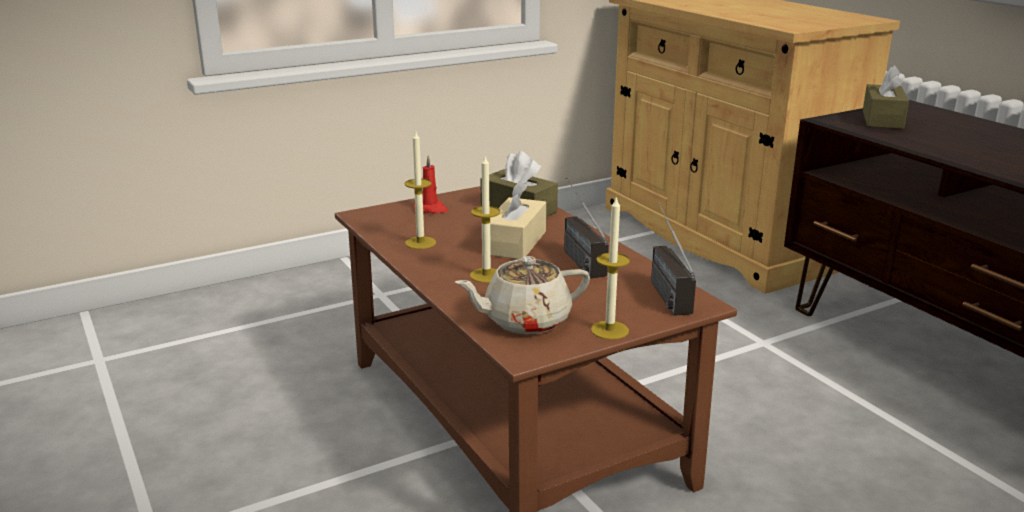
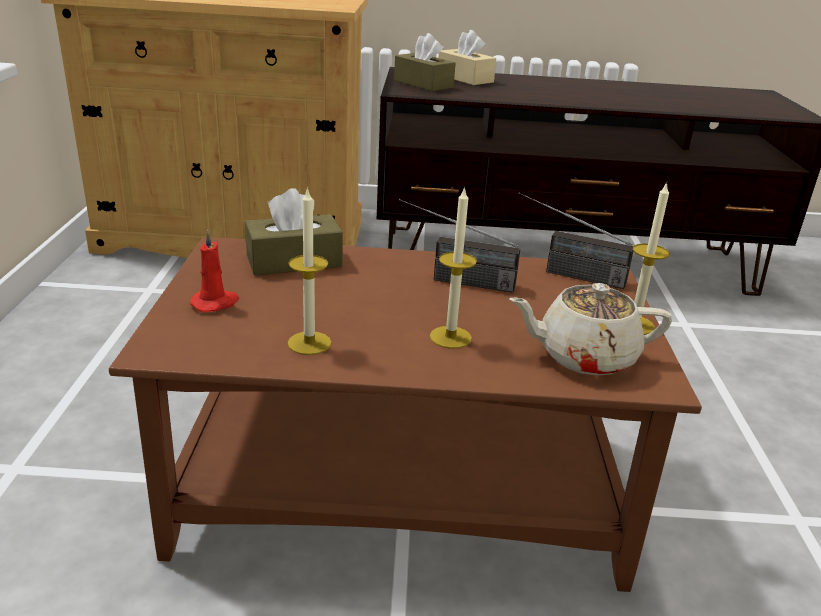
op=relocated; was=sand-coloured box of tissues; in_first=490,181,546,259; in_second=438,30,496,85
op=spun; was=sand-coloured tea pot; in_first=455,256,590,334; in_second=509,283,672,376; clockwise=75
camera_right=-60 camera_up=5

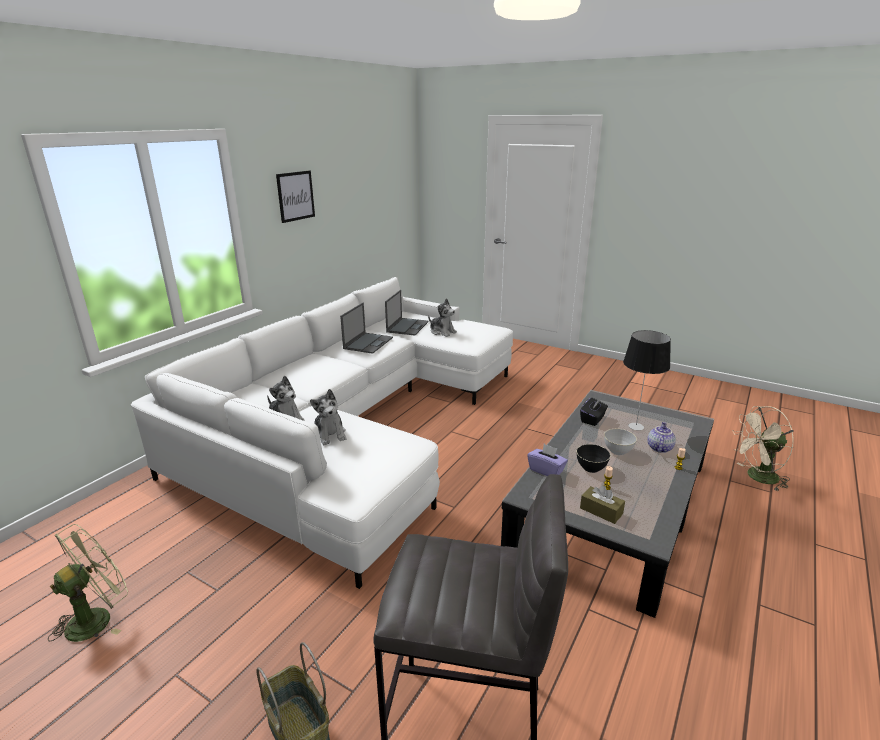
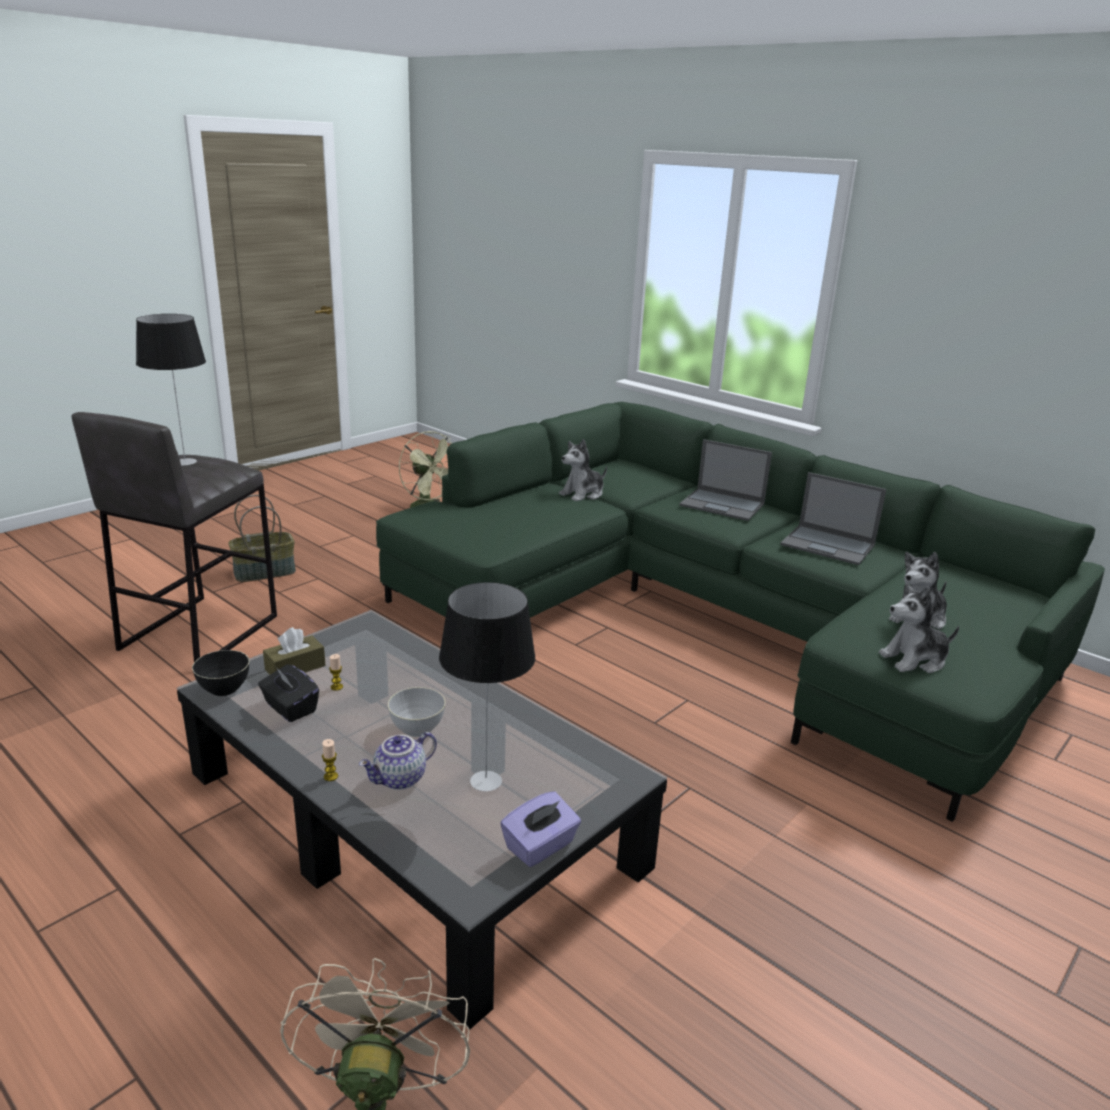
op=missing; was=picture; in_first=276,171,315,223
op=appeared; now=table lamp; in_second=136,314,206,466
op=relocated; was=soft toy; in_first=310,389,346,445; in_second=879,583,959,673
op=relocated; was=laptop; in_first=385,290,429,336; in_second=679,439,772,521
op=relocated; was=purple box of tissues; in_first=527,444,568,476; in_second=500,791,581,867
op=relocated; was=black deep dish; in_first=576,444,610,473; in_second=192,650,249,696
op=relocated; was=black box of tissues; in_first=580,398,608,426; in_second=258,664,319,722
op=colour; was=white-coloured couch; now=green-coloured couch; in_first=131,277,513,589; in_second=376,402,1105,822
op=spun; was=tea pot; in_first=647,422,676,453; in_second=359,732,437,790; clockwise=105
camera_right=100 camera_up=0

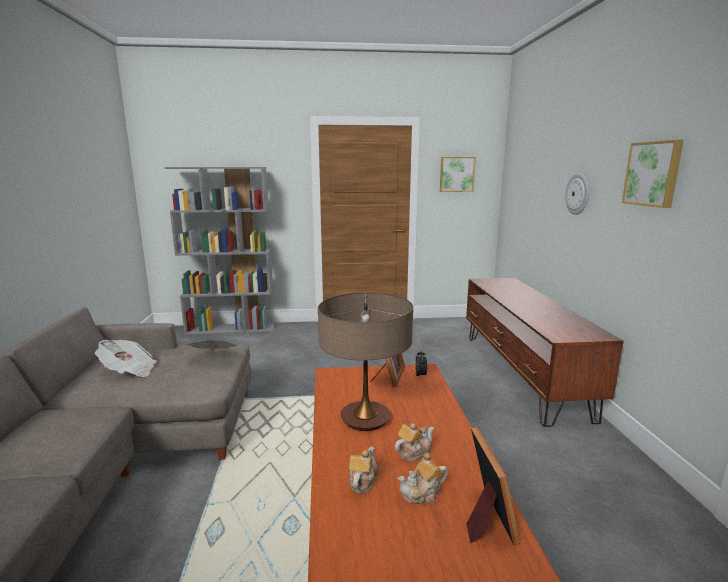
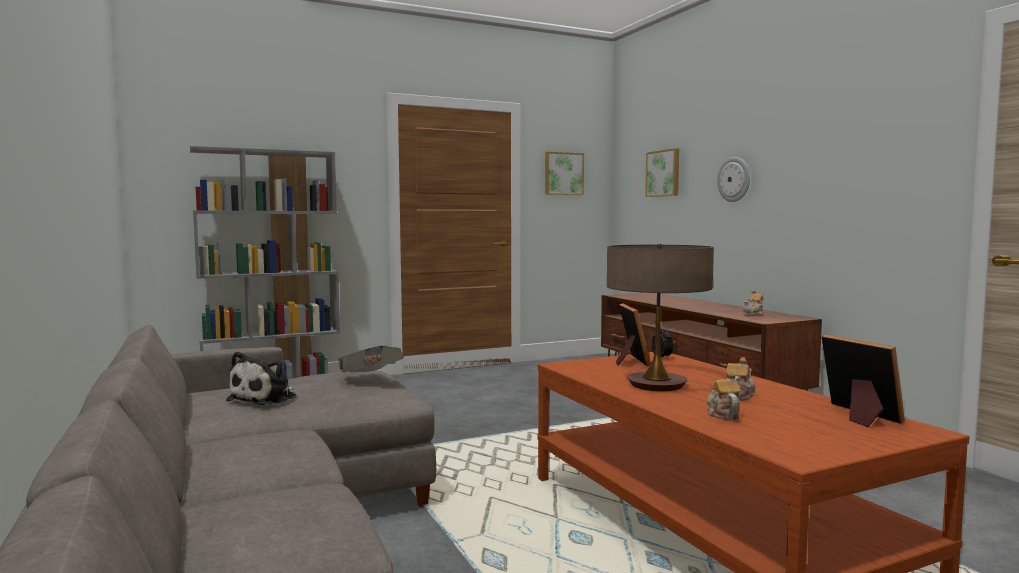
op=relocated; was=tea pot; in_first=398,453,448,504; in_second=743,290,764,316
op=relocated; was=picture; in_first=622,140,684,208; in_second=645,148,679,197
op=exchanged; was=printed paper; now=soft toy; in_first=95,340,157,377; in_second=226,351,297,405
camera_right=-20 camera_up=-10

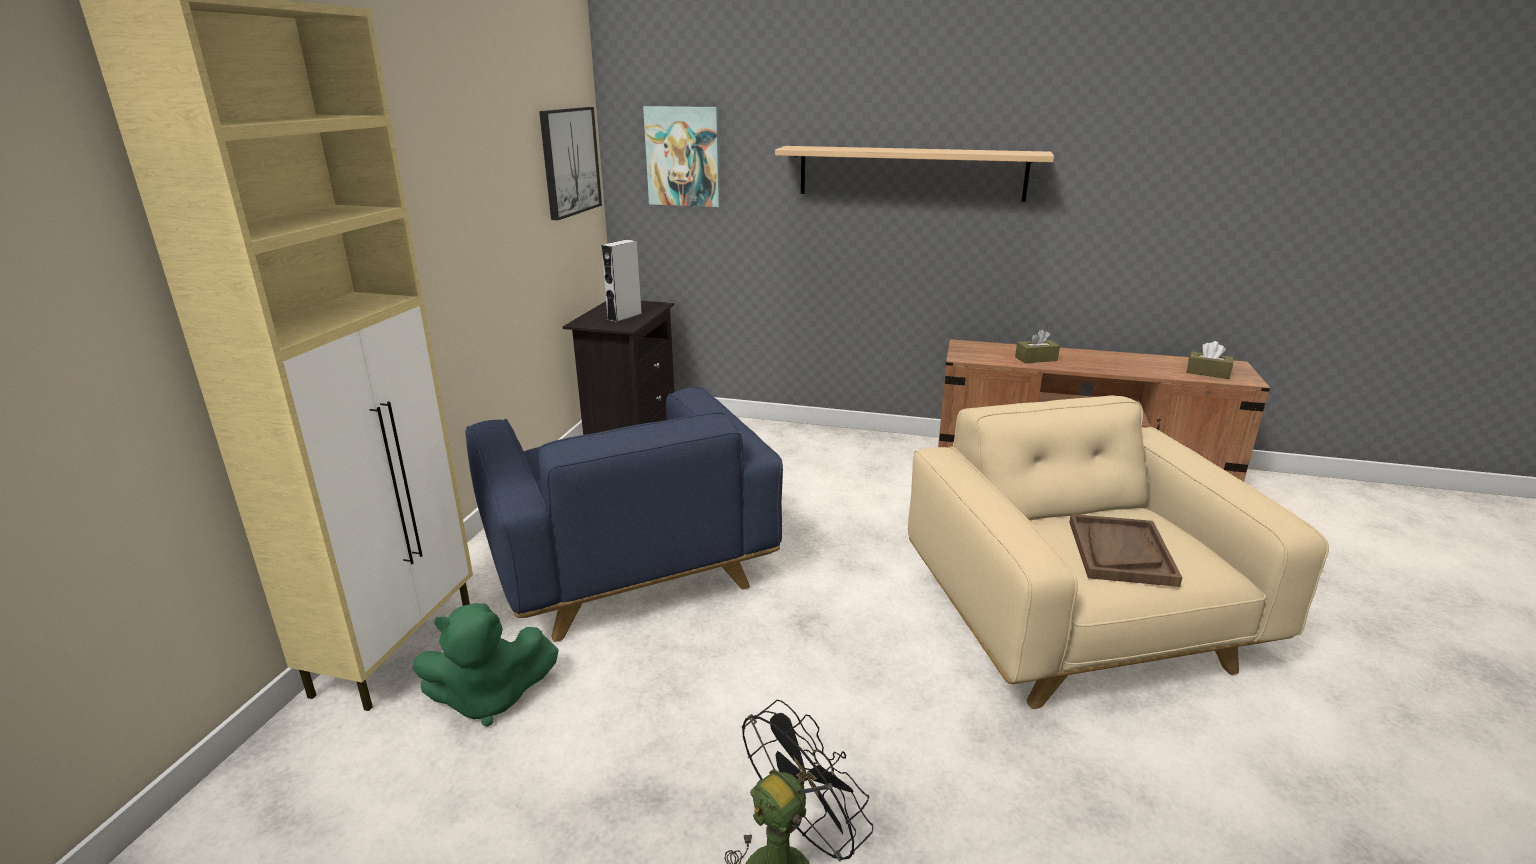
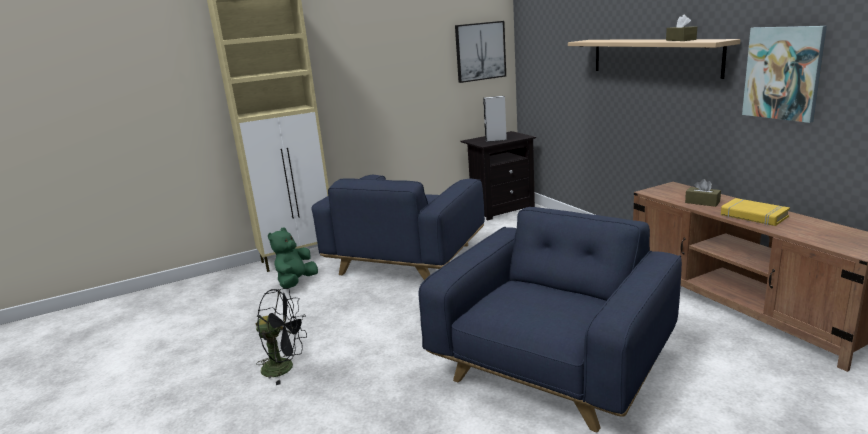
op=missing; was=brown-coloured serving tray; in_first=1069,514,1182,587
op=appeared; now=yellow-coloured book; in_second=721,198,790,226
op=relocated; was=picture; in_first=643,106,721,207; in_second=742,26,827,123
op=relocated; was=brown-coloured box of tissues; in_first=1187,341,1233,379; in_second=666,14,697,41
op=colour; was=sand-coloured armchair; now=blue-coloured armchair; in_first=908,395,1329,709; in_second=419,207,682,432
op=spun; was=green-coloured soft toy; in_first=412,603,559,727; in_second=268,227,318,288; clockwise=75
camera_right=50 camera_up=-5

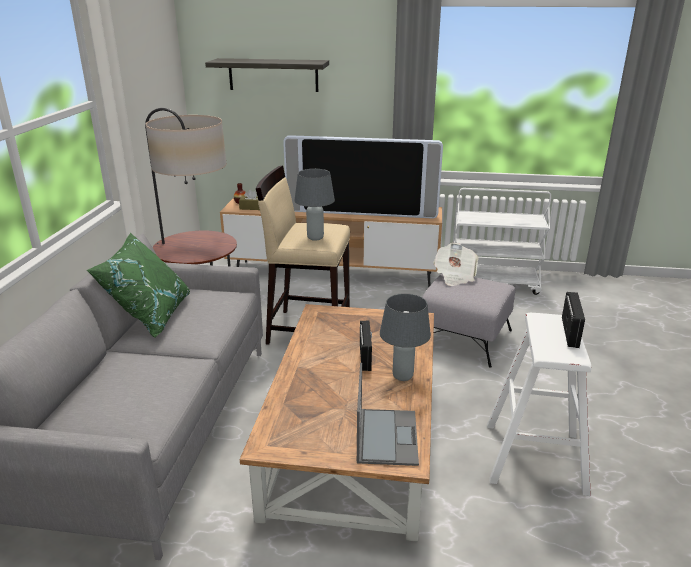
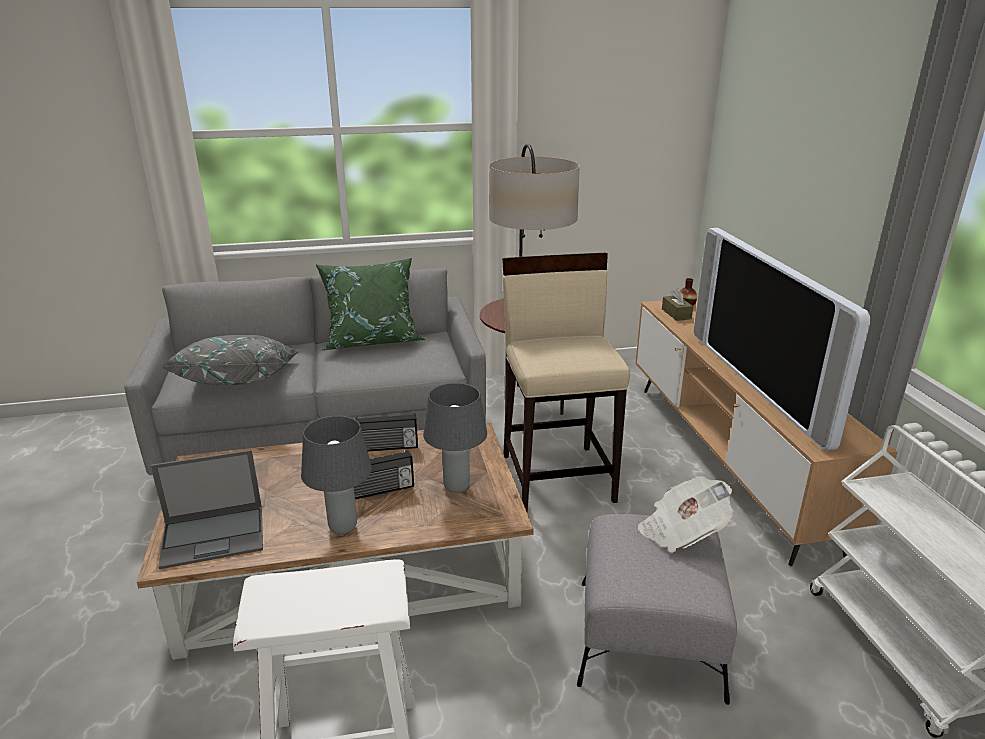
op=missing; was=bracket shelf; in_first=205,58,329,92
op=appeared; now=greyish throw pillow; in_second=162,335,298,385
op=relocated; was=greyish table lamp; in_first=294,169,335,241; in_second=423,383,487,493
op=relocated; was=radio set; in_first=562,292,585,348; in_second=355,413,418,452
camera_right=70 camera_up=0

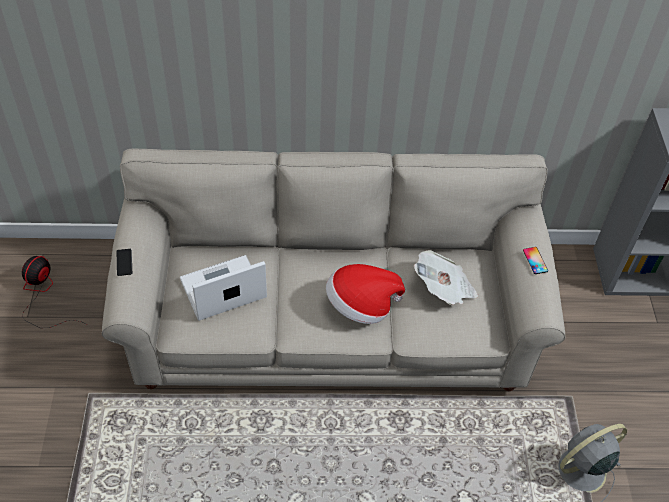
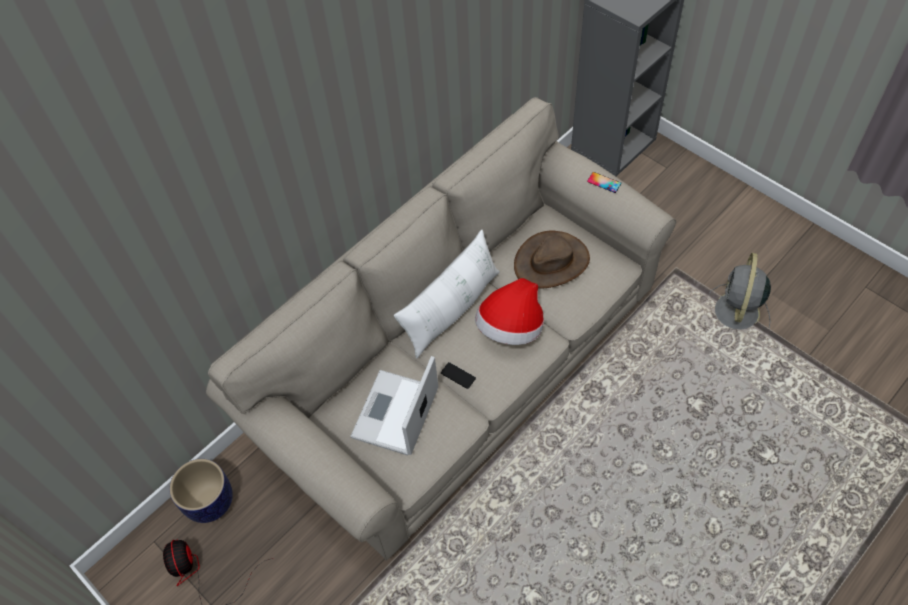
op=appeared; now=planter; in_second=169,459,233,523
op=appeared; now=white-coloured throw pillow; in_second=394,229,500,359
op=relocated; was=phone; in_first=117,249,132,276; in_second=441,362,476,389
op=exchanged; was=printed paper; now=brown-coloured clothing hat; in_first=414,250,478,305; in_second=514,231,590,289
camera_right=-40 camera_up=5

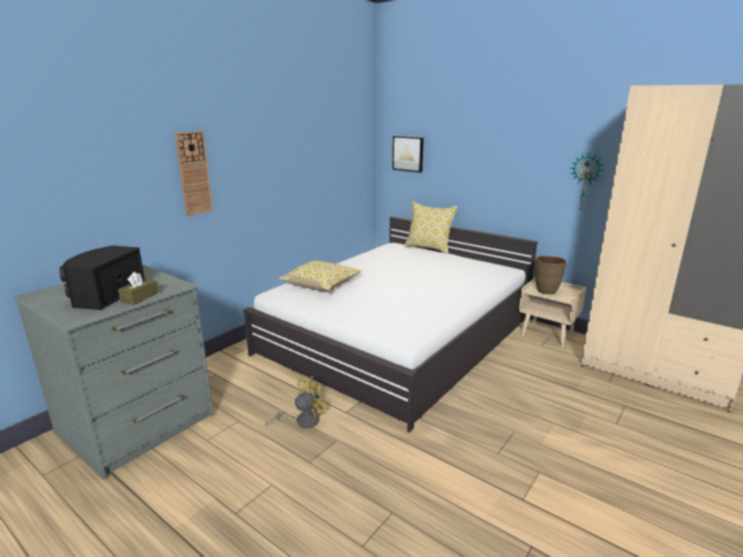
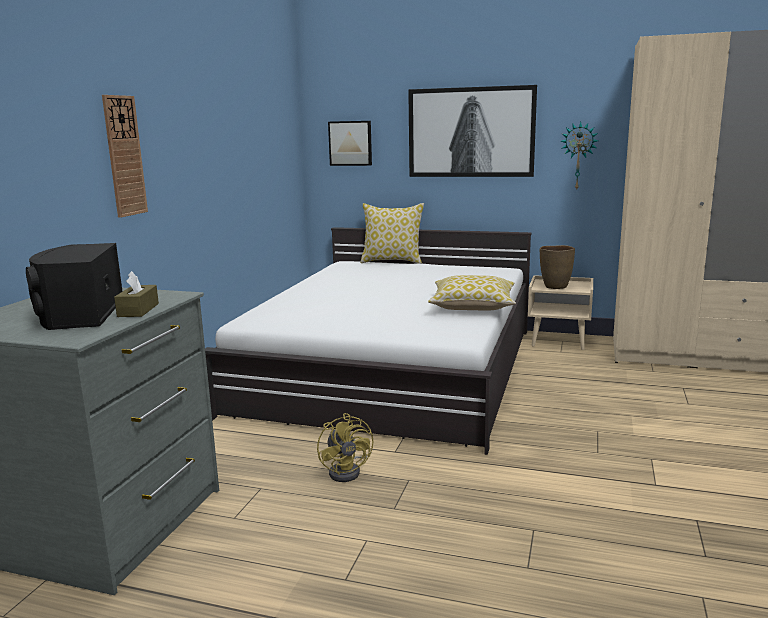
op=appeared; now=picture; in_second=408,85,537,177
op=relocated; was=throw pillow; in_first=279,261,362,291; in_second=428,275,516,310
op=spun; was=yellow-coloured fan; in_first=265,377,329,428; in_second=317,413,373,482; clockwise=135
camera_right=-20 camera_up=-5

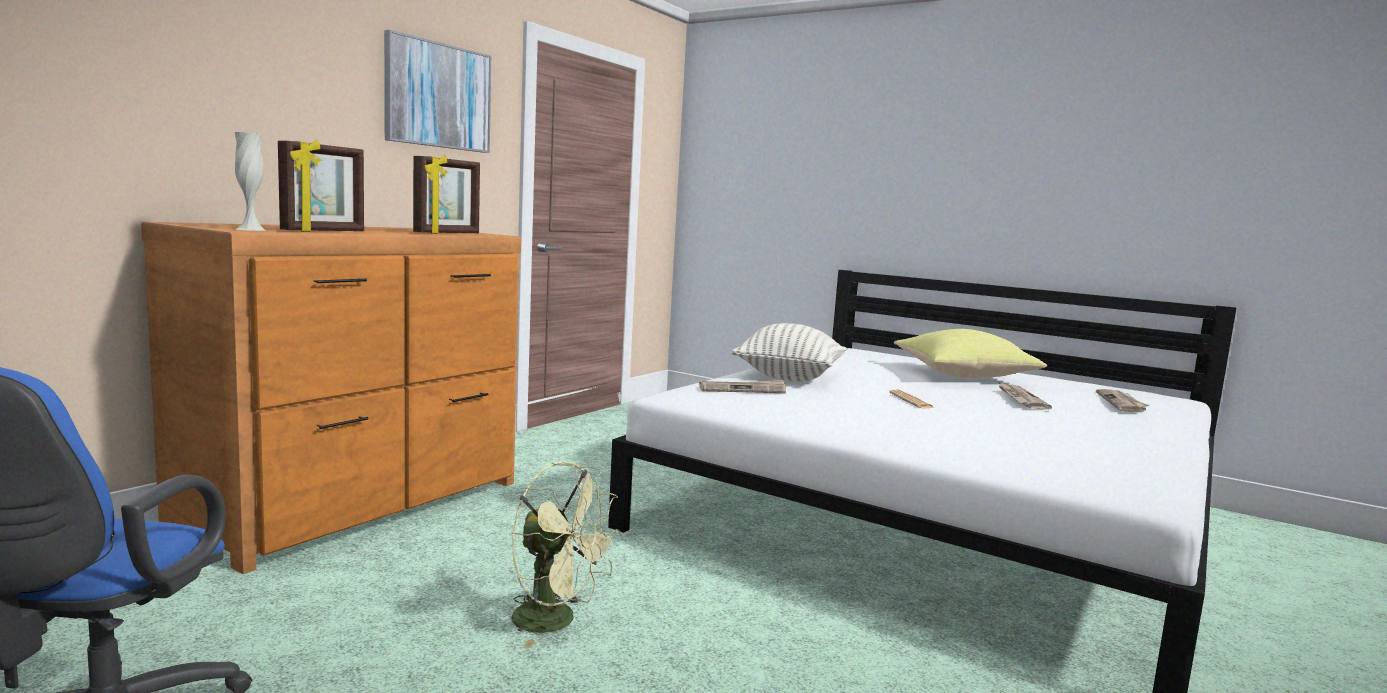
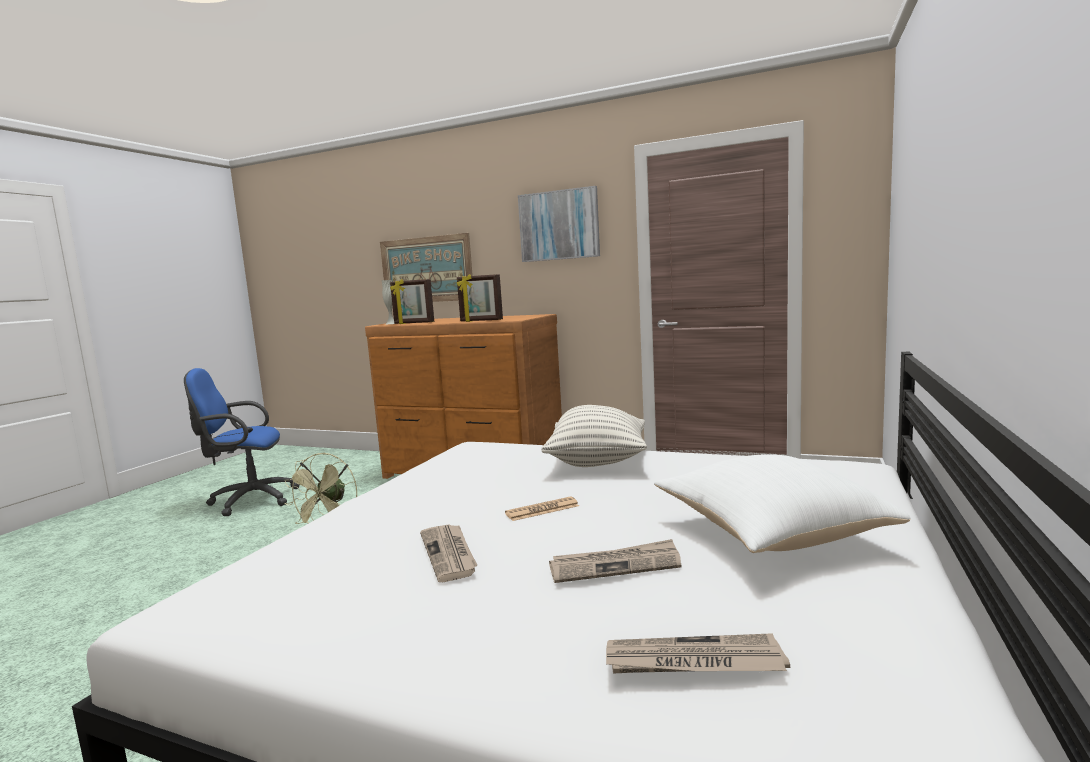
op=appeared; now=picture; in_second=380,233,473,302
op=relocated; was=printed paper; in_first=699,380,786,393; in_second=420,524,477,582
op=colour; was=yellow-coloured throw pillow; now=white-coloured throw pillow; in_first=894,329,1047,378; in_second=654,454,911,553
camera_right=80 camera_up=0

